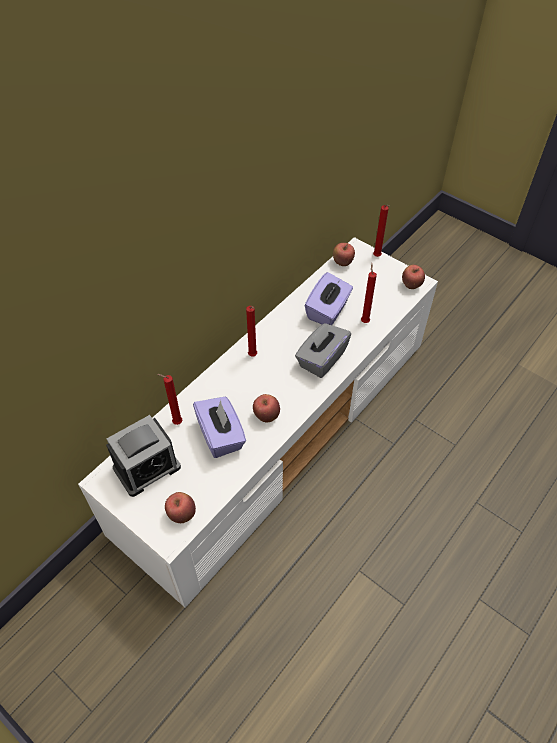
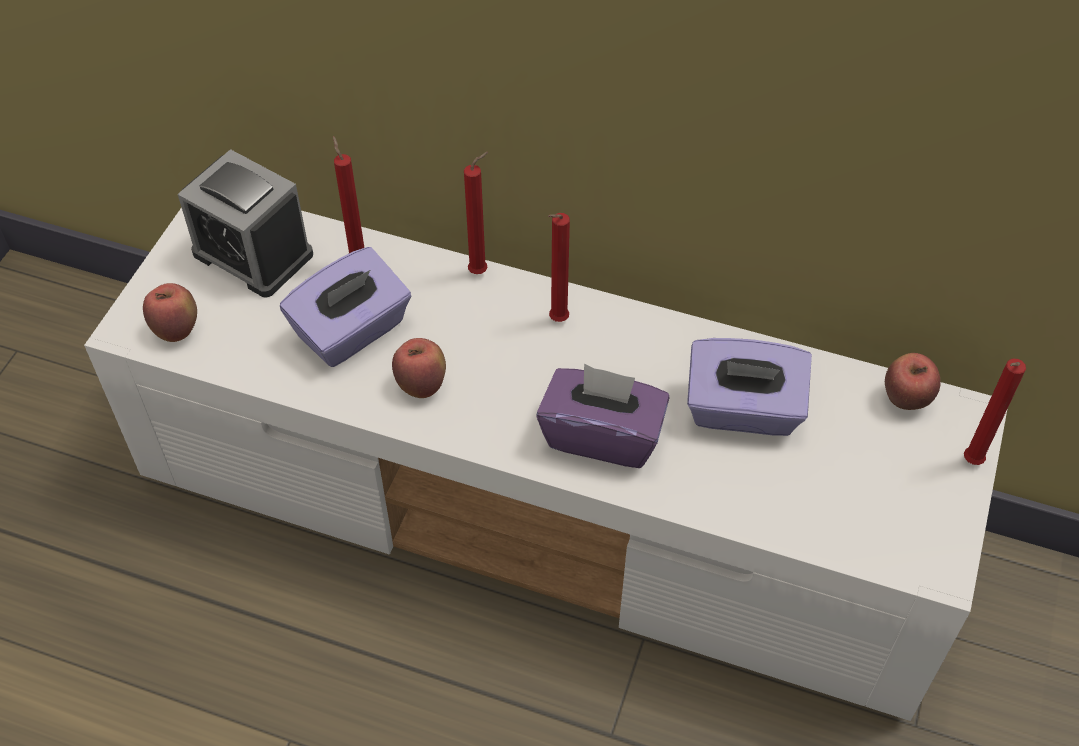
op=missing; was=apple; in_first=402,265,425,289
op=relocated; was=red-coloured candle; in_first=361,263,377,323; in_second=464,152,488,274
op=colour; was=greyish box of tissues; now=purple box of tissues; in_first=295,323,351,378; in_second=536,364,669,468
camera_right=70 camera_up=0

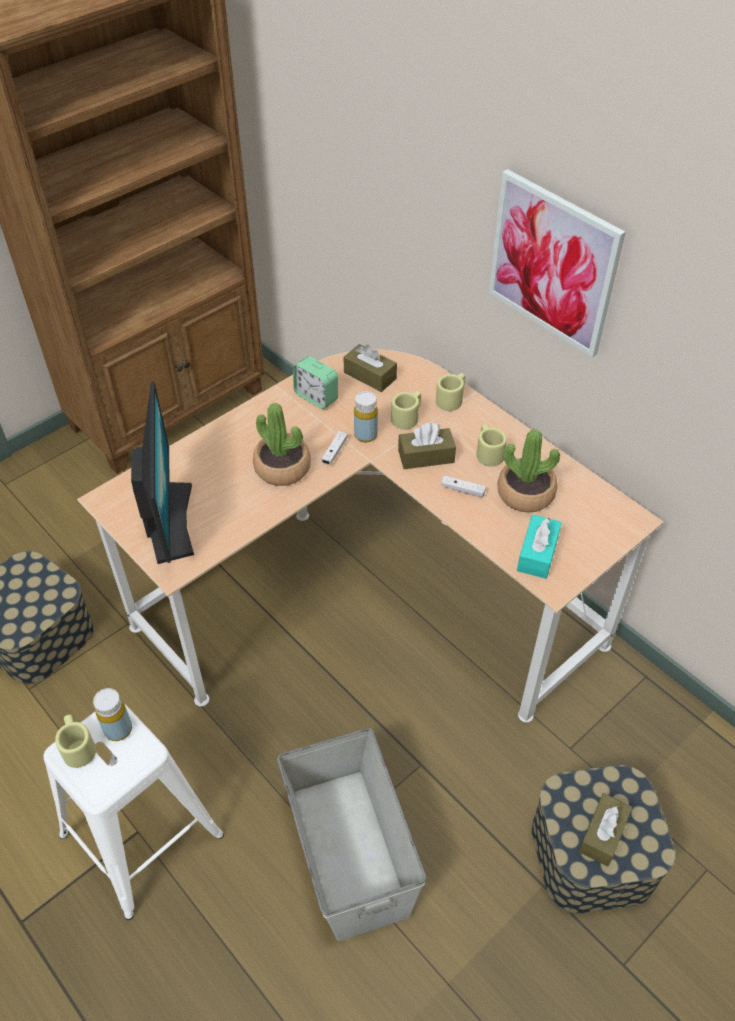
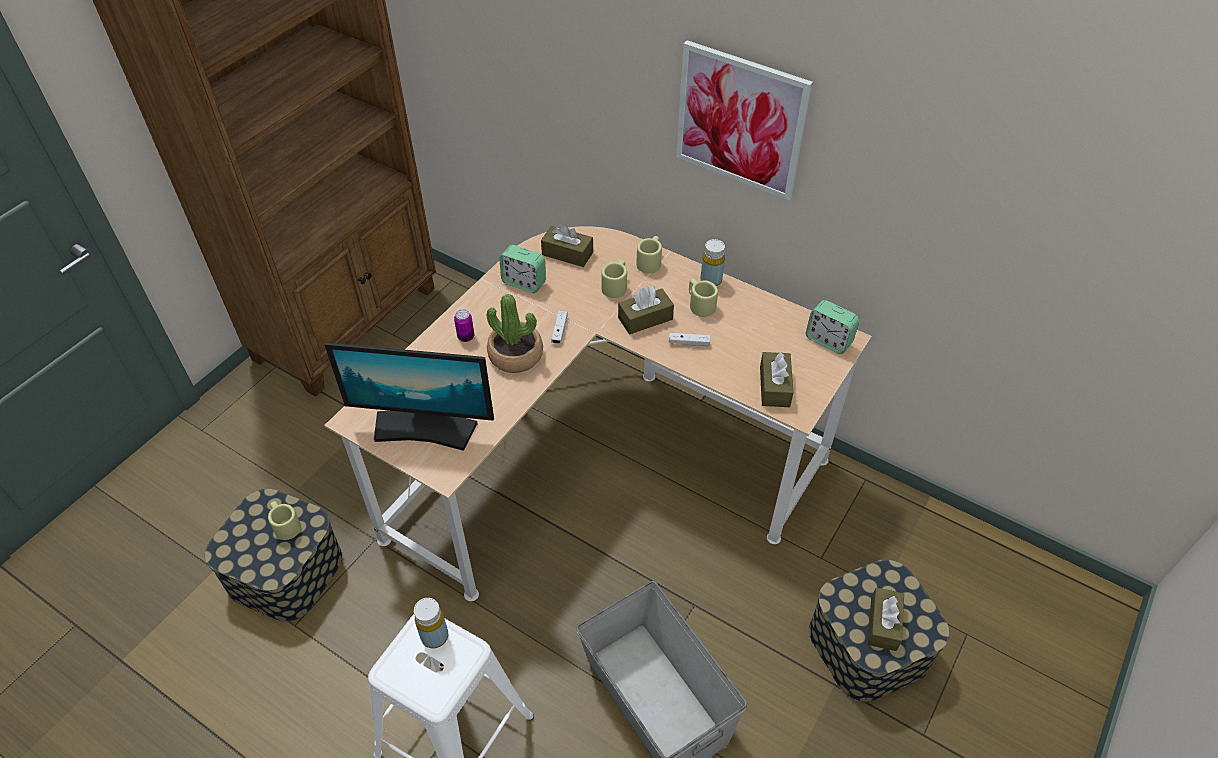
op=missing; was=plant in a pot; in_first=497,429,560,513
op=appeared; now=metal can; in_second=454,309,474,342
op=appeared; now=table clock; in_second=806,300,859,354
op=relocated; was=sand-coloured mug; in_first=55,715,96,768; in_second=268,501,301,540
op=relocated; was=yellow-coloured beverage bottle; in_first=354,391,378,442; in_second=701,239,725,286
op=colour; was=turquoise-coloured box of tissues; now=brown-coloured box of tissues; in_first=517,515,562,579; in_second=760,351,794,407
op=spun; was=monitor; in_first=131,381,194,564; in_second=324,343,494,451; clockwise=120
camera_right=-15 camera_up=0

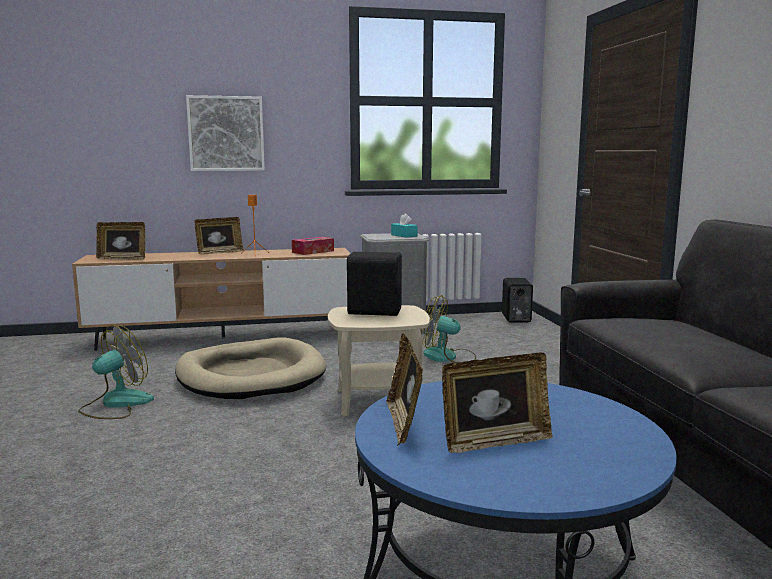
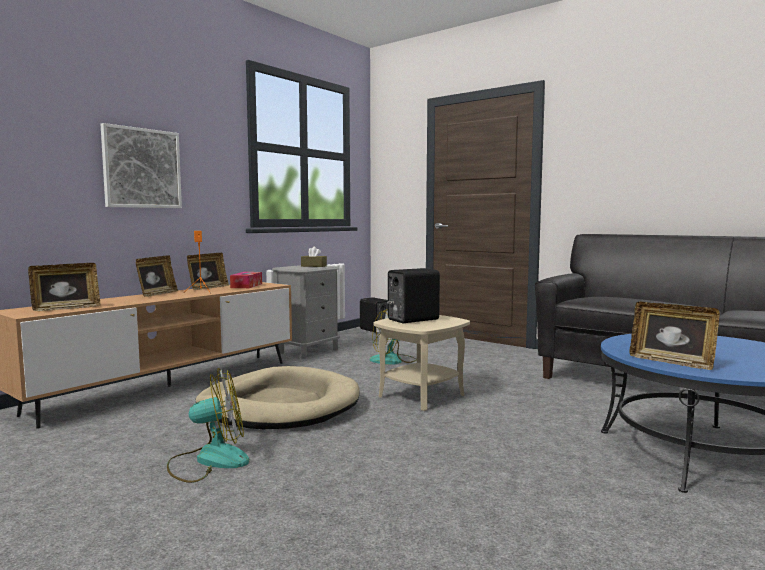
op=relocated; was=picture frame; in_first=442,353,553,453; in_second=187,253,229,290
op=colour; was=turquoise-coloured box of tissues; now=brown-coloured box of tissues; in_first=391,213,418,238; in_second=301,247,327,267
op=spun; was=fan; in_first=78,325,154,419; in_second=167,368,249,483; clockwise=75
camera_right=-40 camera_up=-5

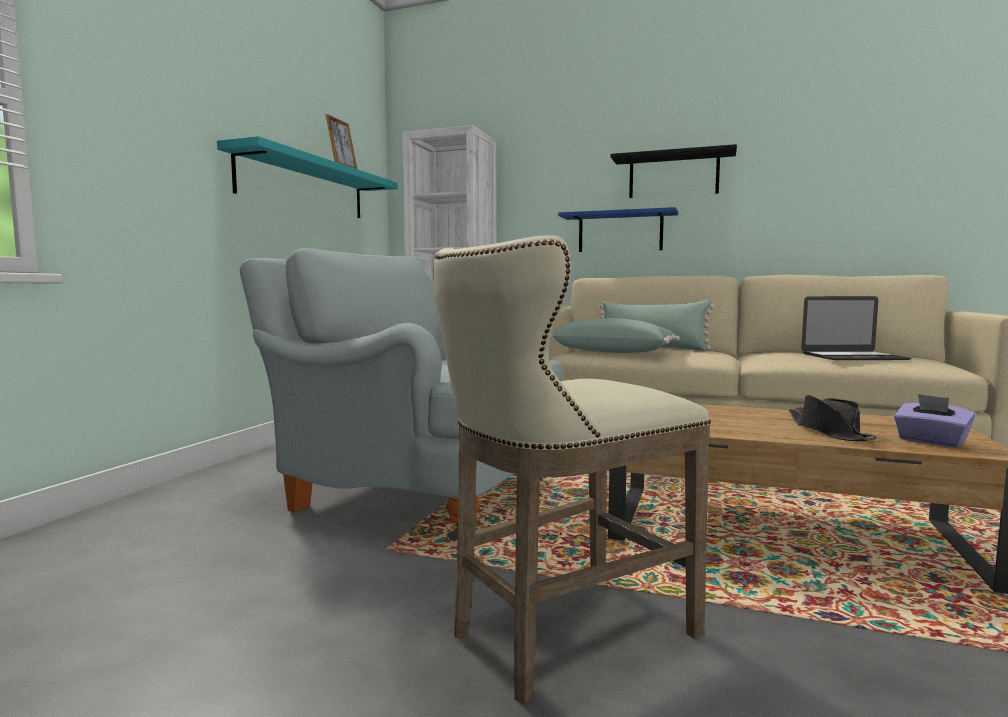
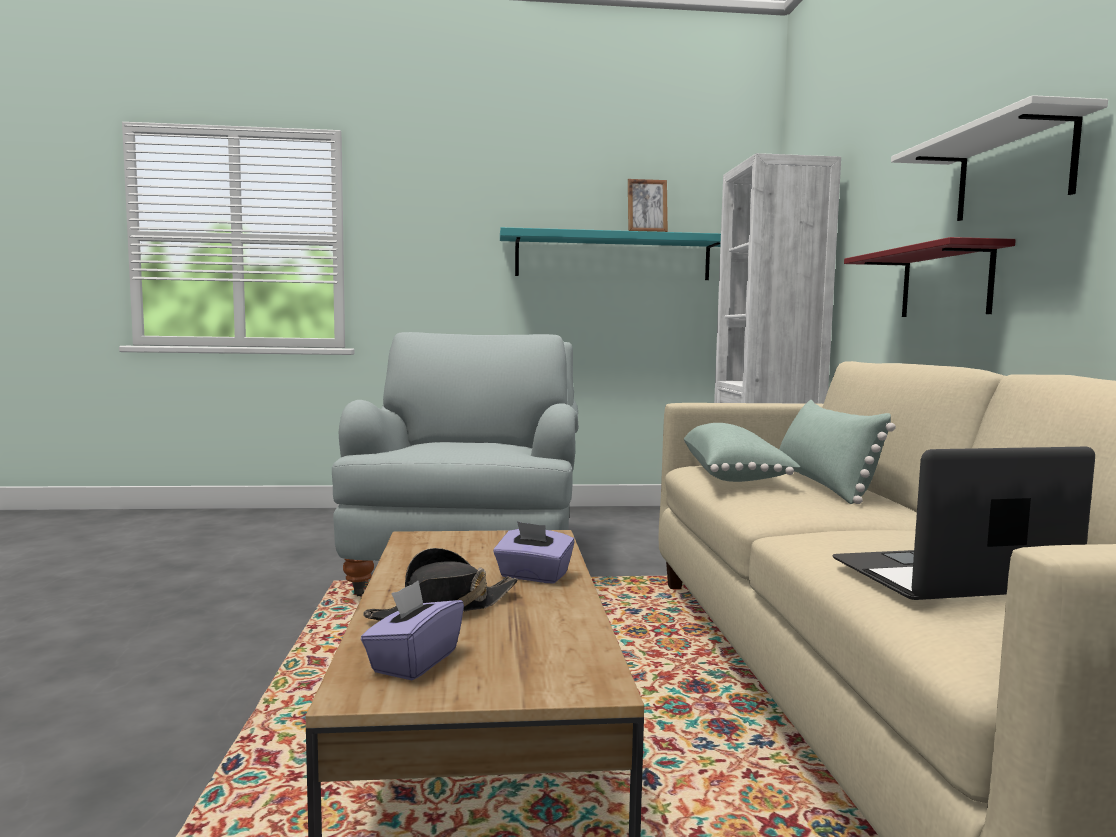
op=missing; was=sand-coloured sitting stool; in_first=433,235,711,704
op=appeared; now=purple box of tissues; in_second=493,521,575,584
op=colour; was=blue-coloured bracket shelf; now=red-coloured bracket shelf; in_first=558,207,678,252; in_second=844,237,1016,317
op=colour; was=black bracket shelf; now=white-coloured bracket shelf; in_first=610,144,737,198; in_second=891,95,1108,221
op=spun; was=laptop; in_first=801,296,911,360; in_second=832,446,1095,600; clockwise=105
camera_right=65 camera_up=0

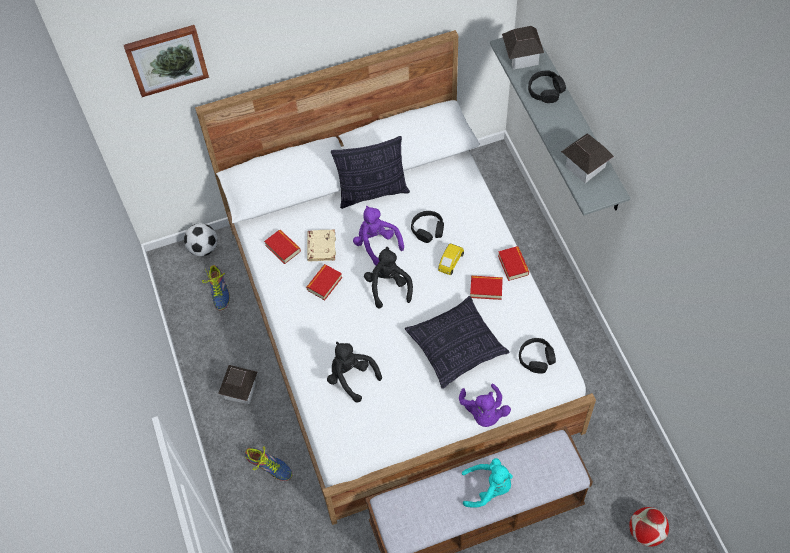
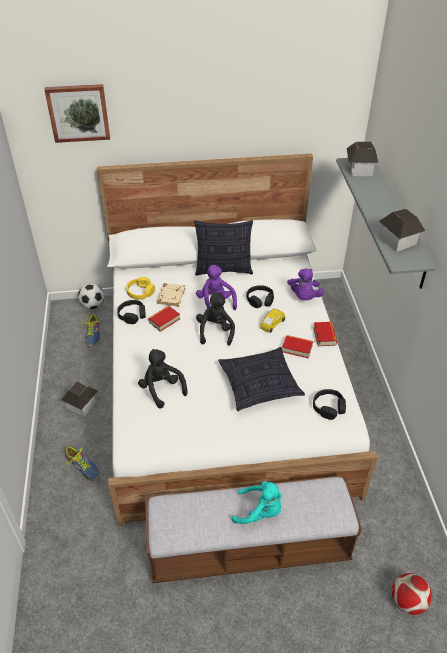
op=relocated; was=purple soft toy; in_first=459,384,511,427; in_second=287,268,324,300
op=relocated; was=black headphones; in_first=528,70,566,103; in_second=117,300,146,324
op=exchanged; was=book; now=yellow-coloured headphones; in_first=264,230,301,264; in_second=126,277,155,300
camera_right=10 camera_up=-15

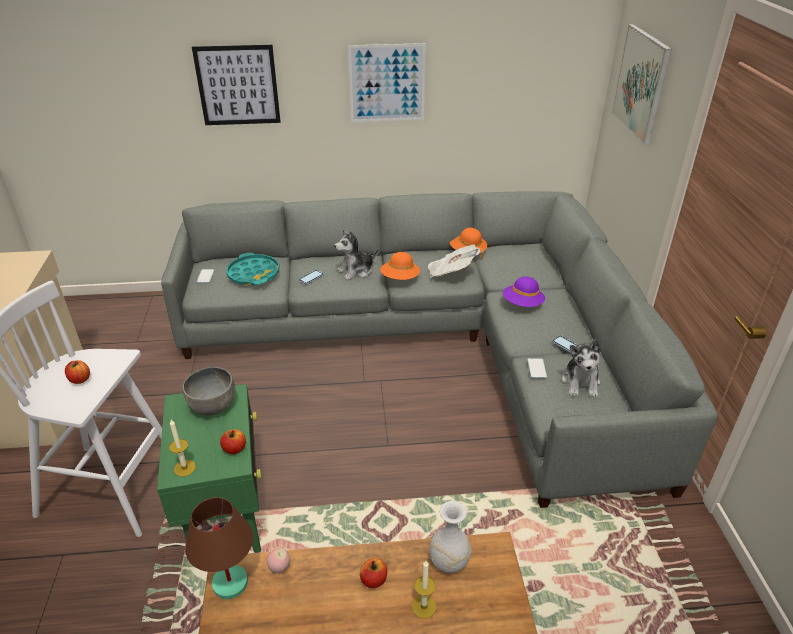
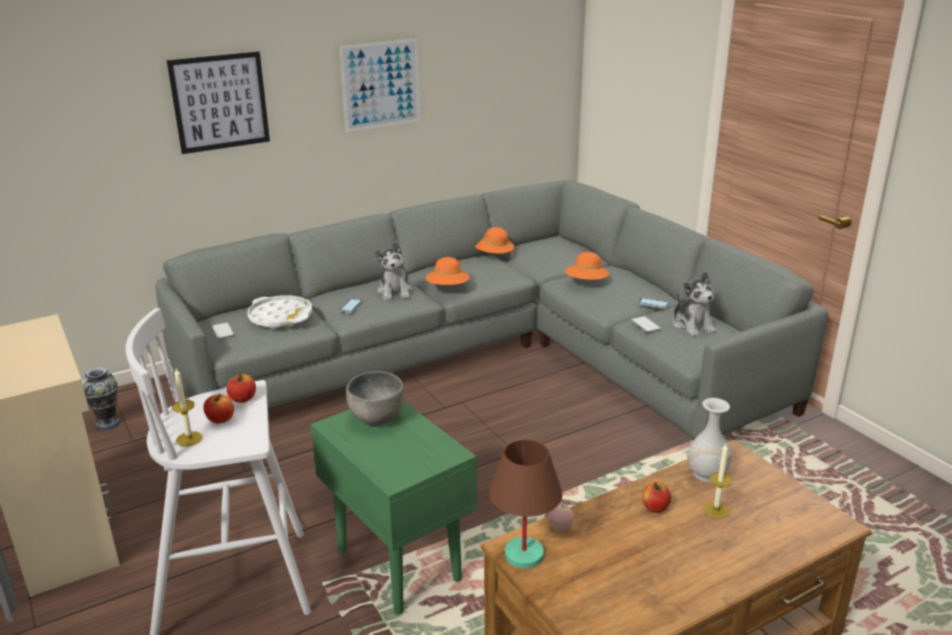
op=missing; was=printed paper; in_first=428,245,480,278
op=missing; was=picture; in_first=611,24,671,145
op=appeared; now=vase; in_second=83,367,121,431
op=relocated; was=candle; in_first=169,420,196,477; in_second=172,368,202,446
op=relocated; was=apple; in_first=220,429,246,454; in_second=227,373,256,403
op=colour; was=turquoise-coloured serving tray; now=white-coloured serving tray; in_first=226,253,279,285; in_second=247,295,312,329
op=colour; was=purple clothing hat; now=orange-coloured clothing hat; in_first=503,277,545,307; in_second=565,252,609,280
op=spun; was=soft toy; in_first=334,229,378,280; in_second=375,242,412,301; clockwise=-45
camera_right=-25 camera_up=-10

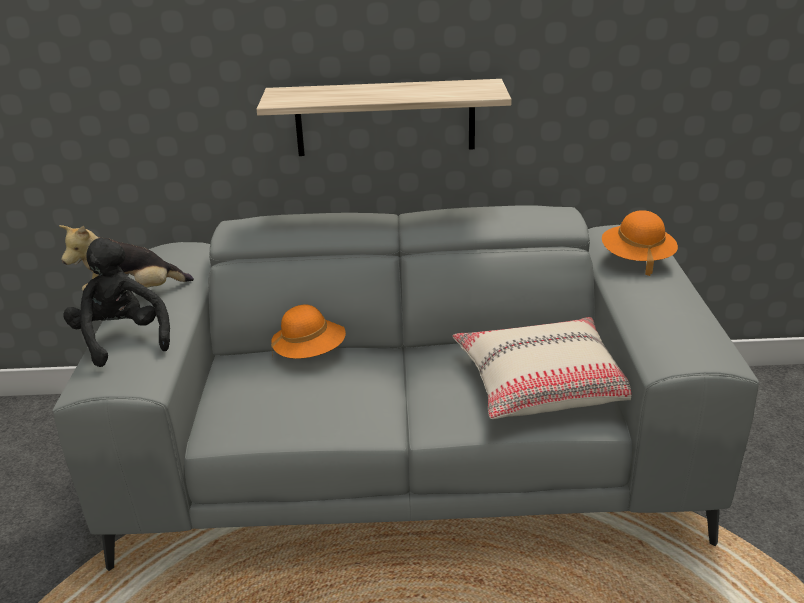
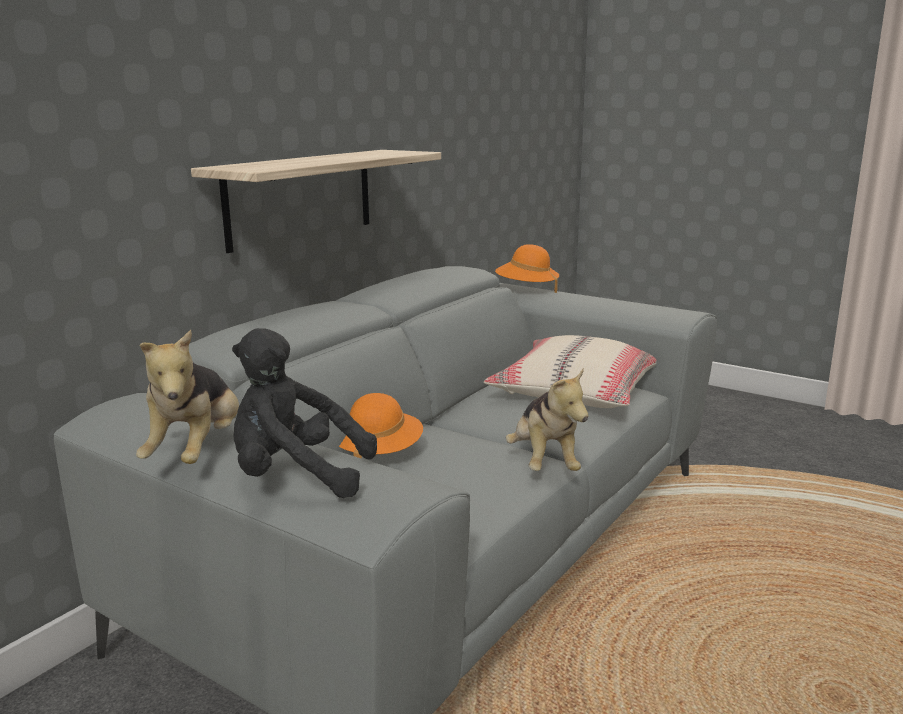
op=appeared; now=soft toy; in_second=506,368,589,471
camera_right=-55 camera_up=-10

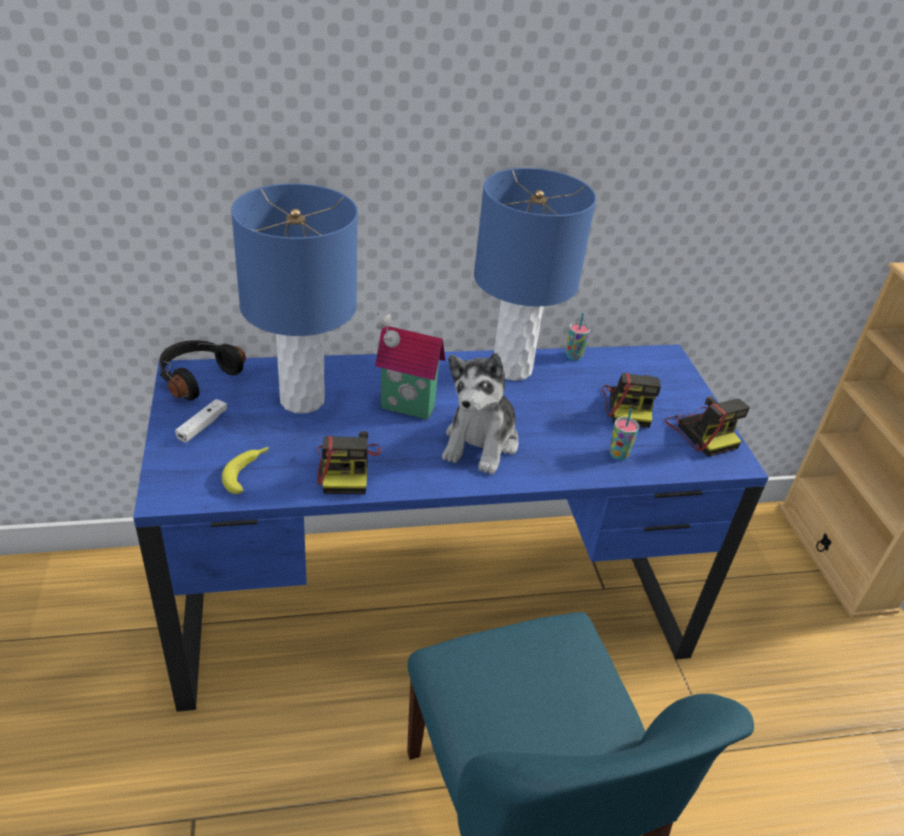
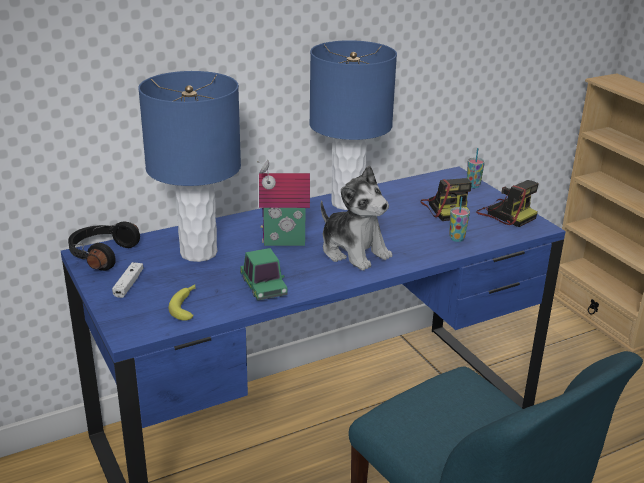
op=relocated; was=small cup; in_first=566,312,591,361; in_second=467,148,485,188
op=exchanged; was=still camera; now=miniature car; in_first=317,431,381,494; in_second=240,248,287,301
op=spun; was=soft toy; in_first=442,353,518,475; in_second=321,165,392,271; clockwise=-45
camera_right=-15 camera_up=-10

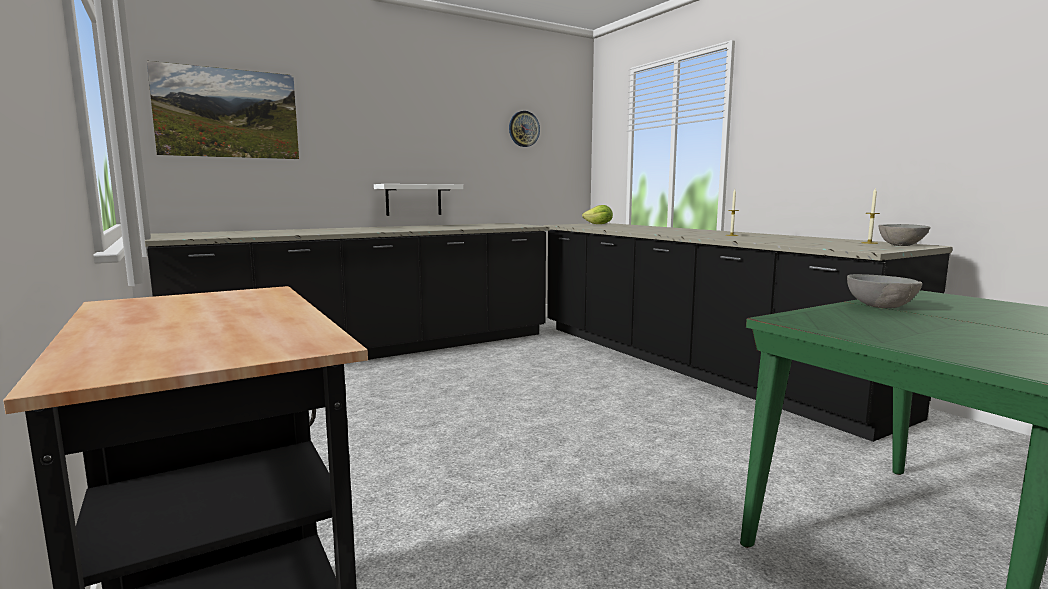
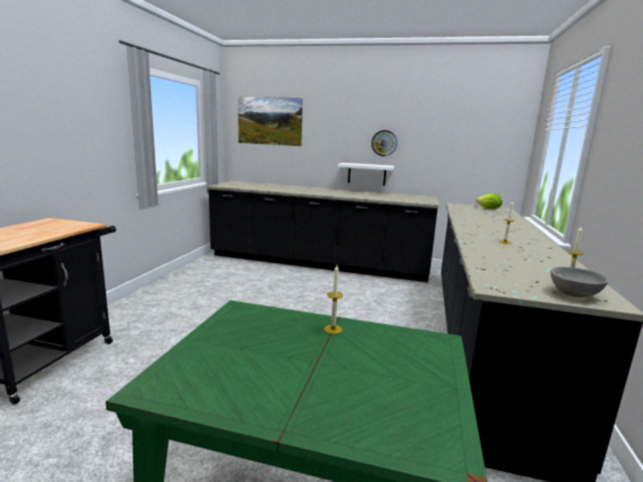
op=relocated; was=wall clock; in_first=509,111,540,147; in_second=371,130,397,156
op=exchanged; was=greyish deep dish; now=candle; in_first=847,274,922,309; in_second=324,265,343,334
camera_right=45 camera_up=5

